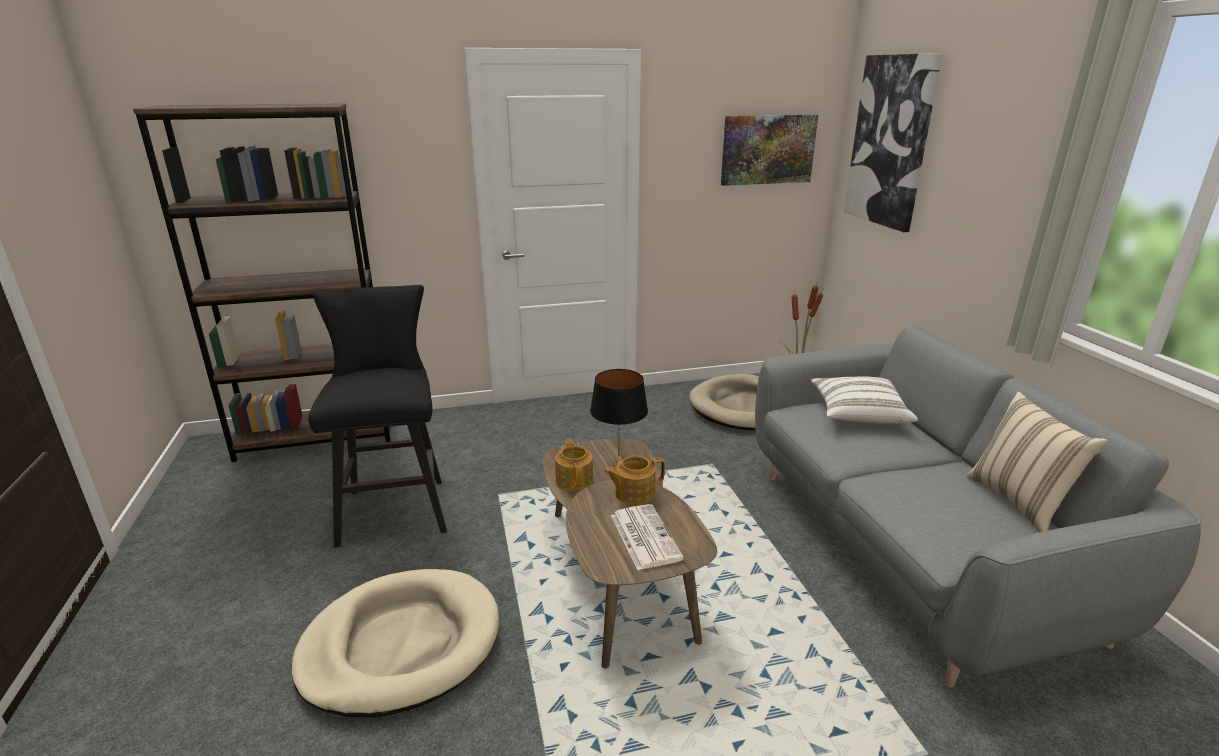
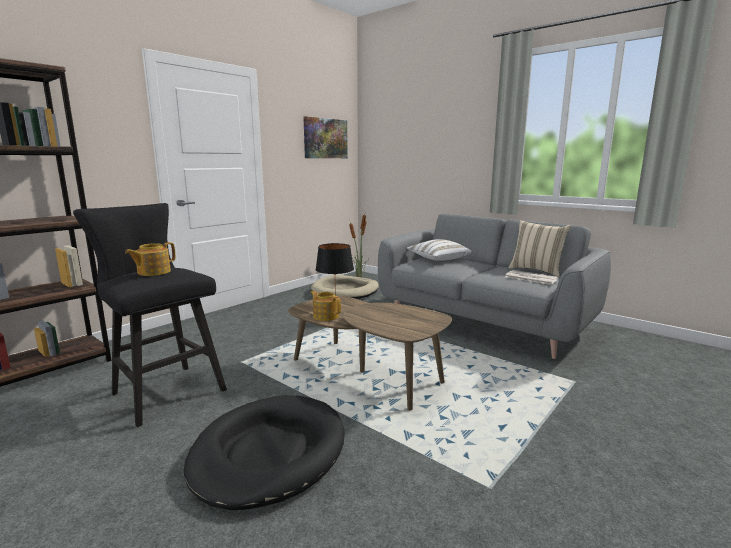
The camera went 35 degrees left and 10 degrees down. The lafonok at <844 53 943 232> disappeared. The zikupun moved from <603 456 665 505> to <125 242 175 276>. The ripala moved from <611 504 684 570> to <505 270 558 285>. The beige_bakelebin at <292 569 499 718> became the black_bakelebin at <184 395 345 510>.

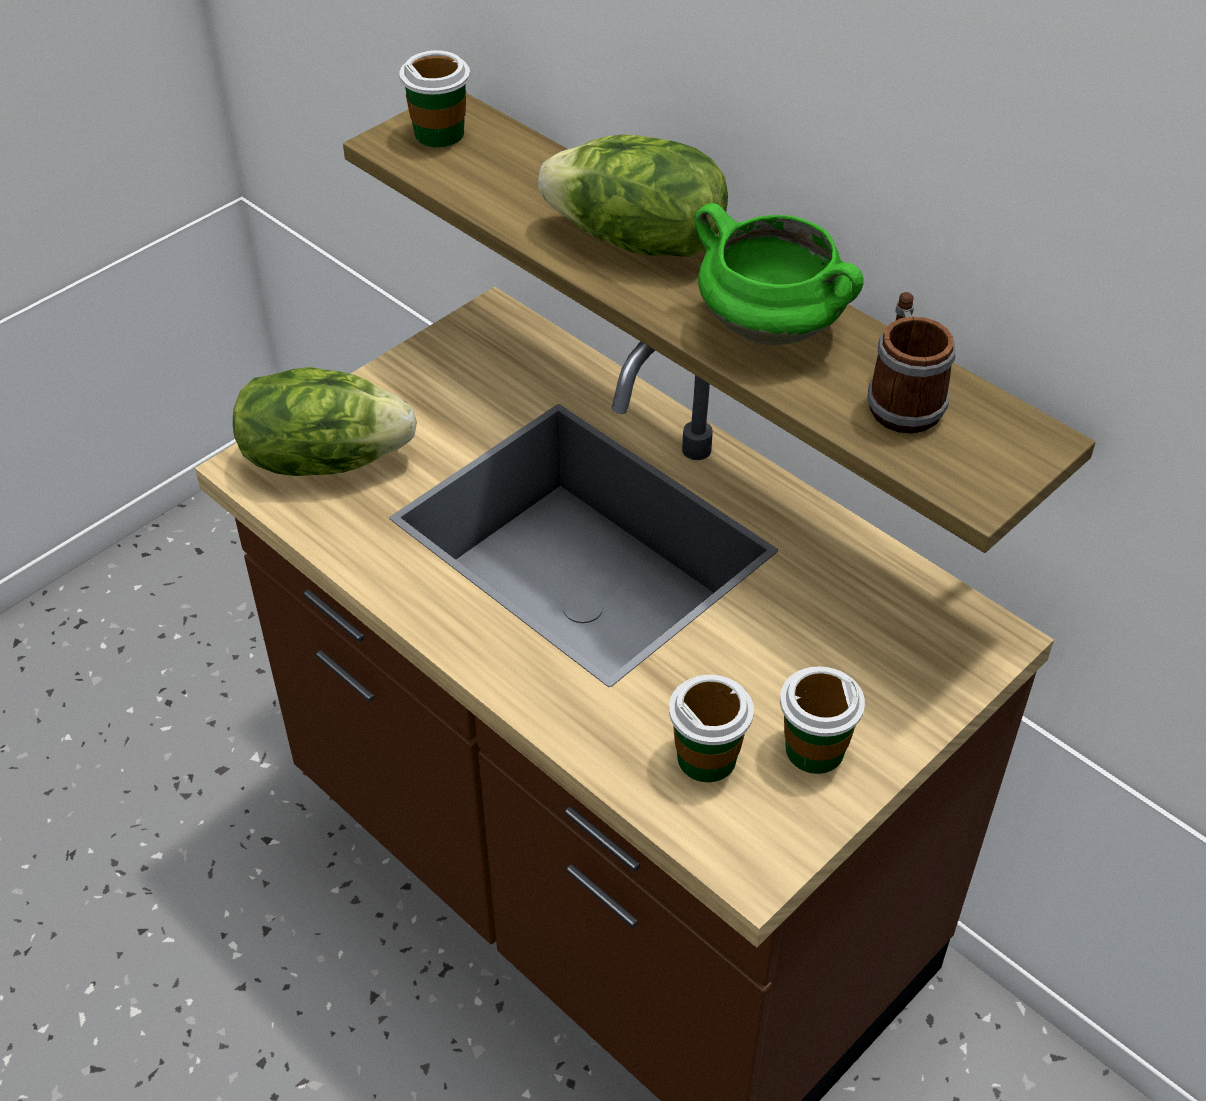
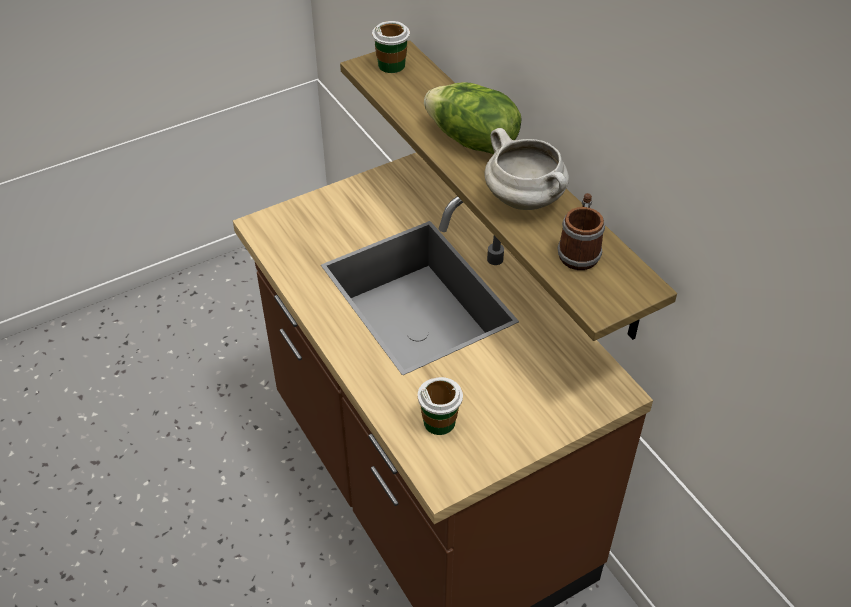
The camera went 15 degrees right and 0 degrees up. The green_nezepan at <695 203 864 345> became the white_nezepan at <485 128 569 210>. The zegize at <233 367 417 476> disappeared. The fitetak at <780 666 865 774> disappeared.

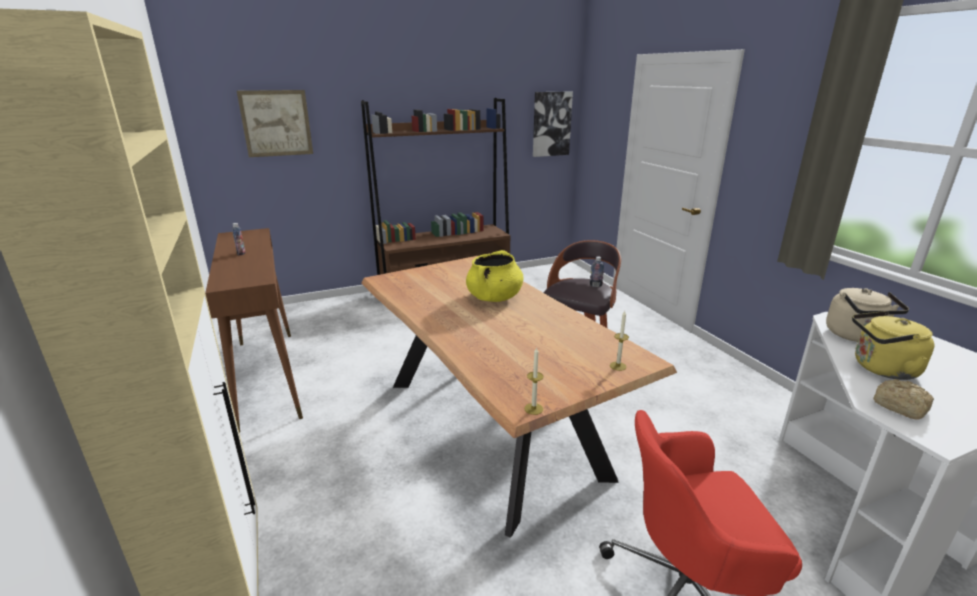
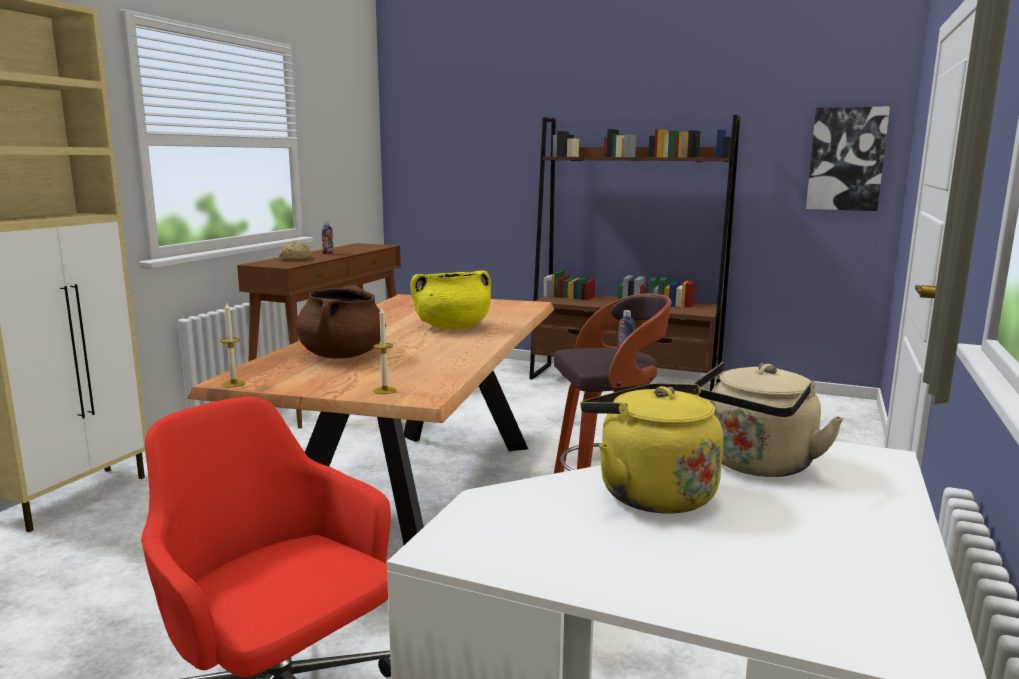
The camera went 45 degrees right and 10 degrees down. The lafonok at <237 90 313 157> disappeared. The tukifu moved from <873 379 934 419> to <279 242 312 260>. The brown_nezepan at <295 285 386 359> appeared.

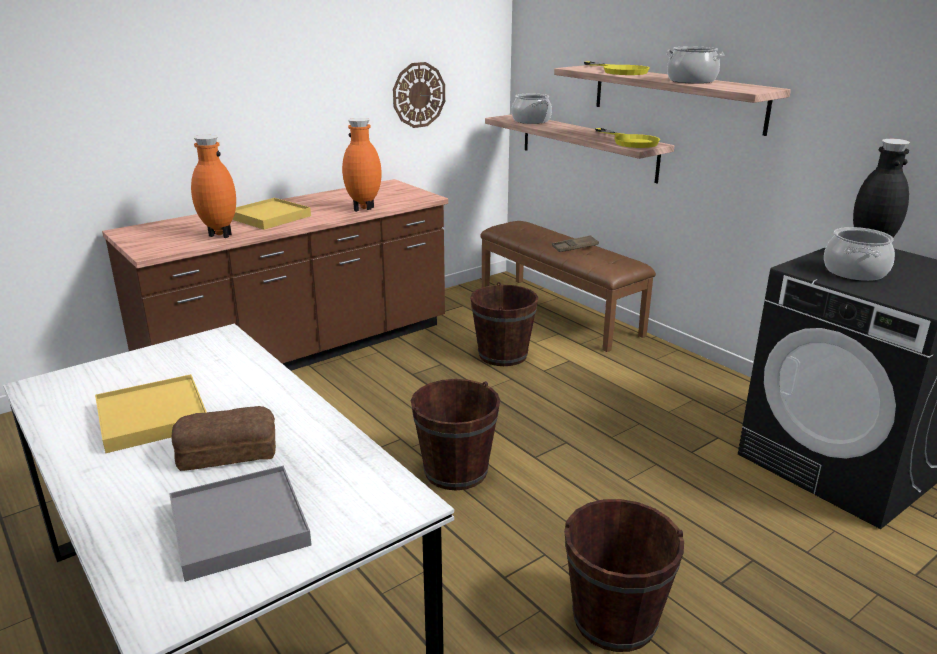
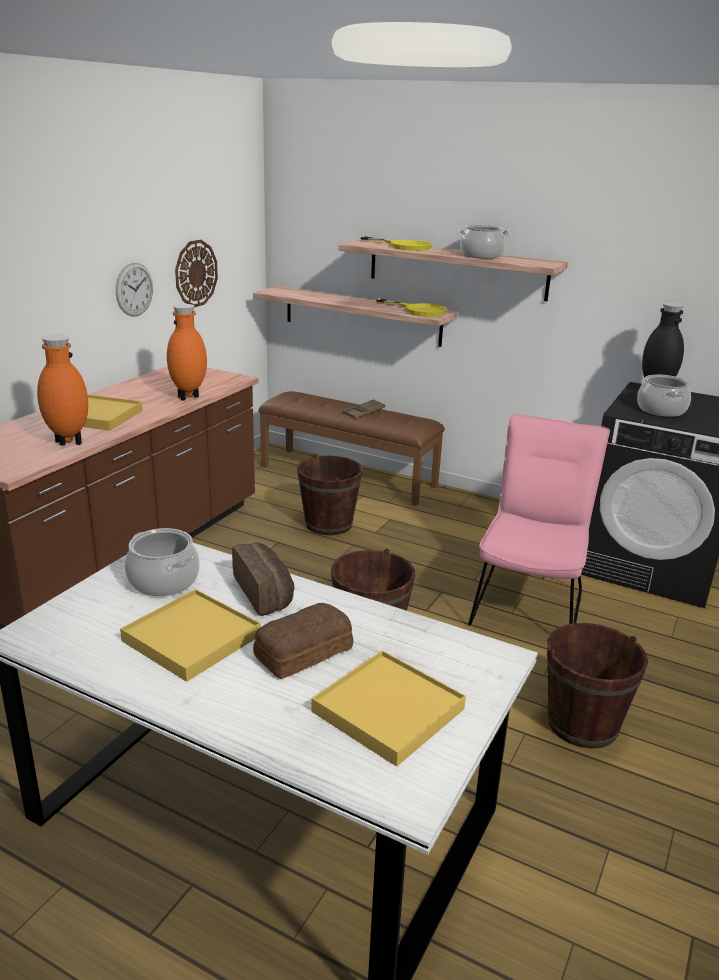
The camera went 25 degrees left and 0 degrees up. The nezepan moved from <512 94 552 124> to <125 528 200 596>. The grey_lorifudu at <169 466 312 582> became the yellow_lorifudu at <312 650 466 767>. The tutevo at <116 263 153 317> appeared. The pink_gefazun at <468 414 610 626> appeared. The tukifu at <232 542 294 616> appeared.

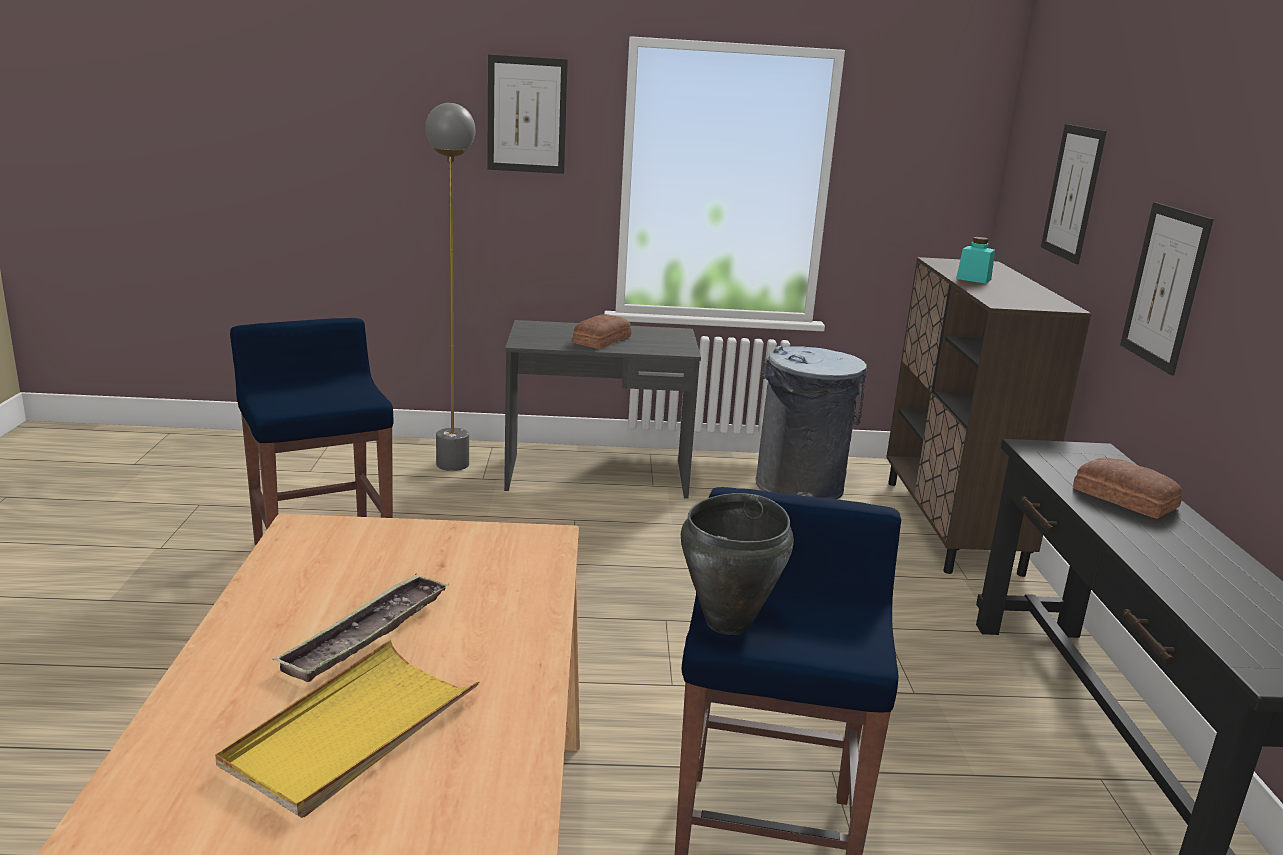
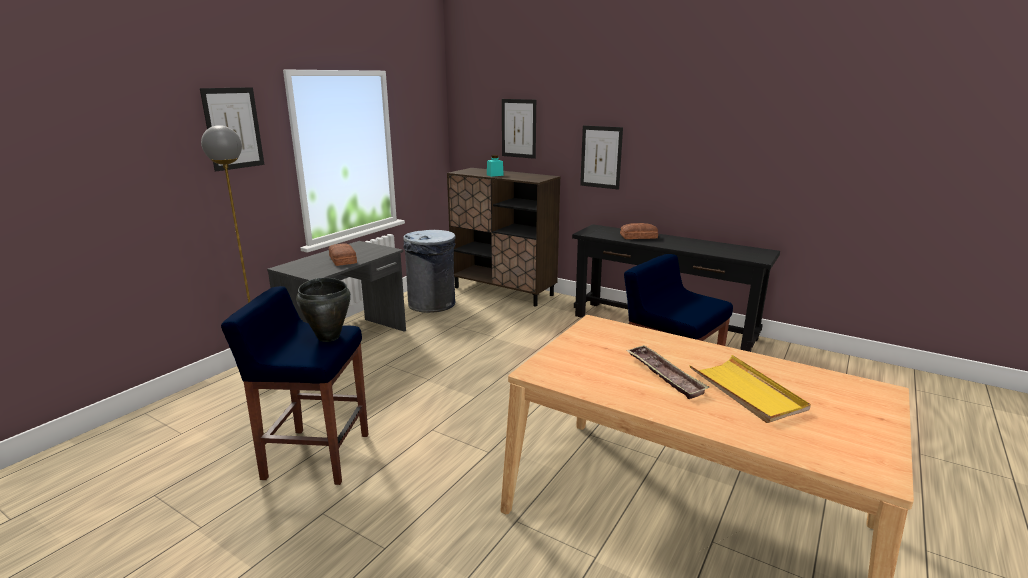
The camera went 55 degrees left and 0 degrees up. The black_nezepan moved from <681 493 794 635> to <296 278 351 342>.

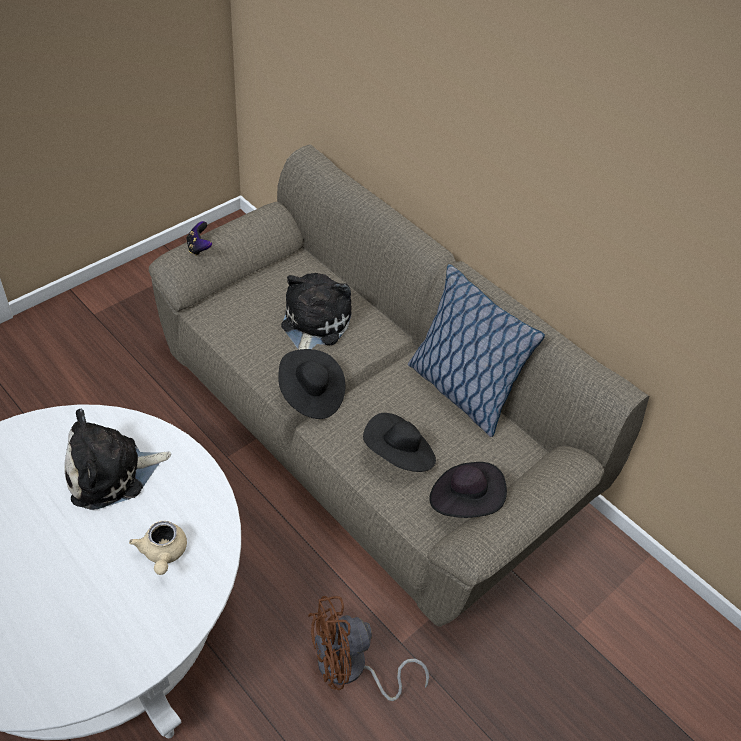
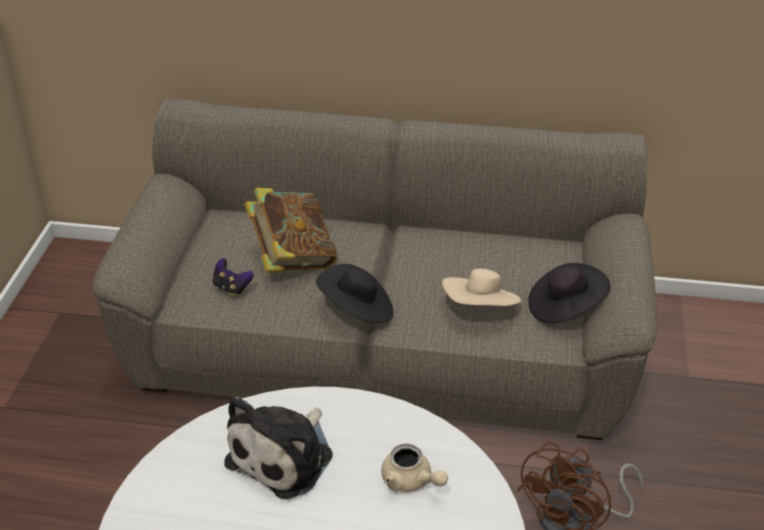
The camera went 35 degrees left and 10 degrees down. The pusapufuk moved from <186 221 212 256> to <213 258 254 296>. The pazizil at <408 264 545 437> disappeared. The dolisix at <281 273 352 350> was replaced by the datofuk at <245 188 337 273>. The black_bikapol at <363 413 436 472> became the beige_bikapol at <442 269 521 306>.

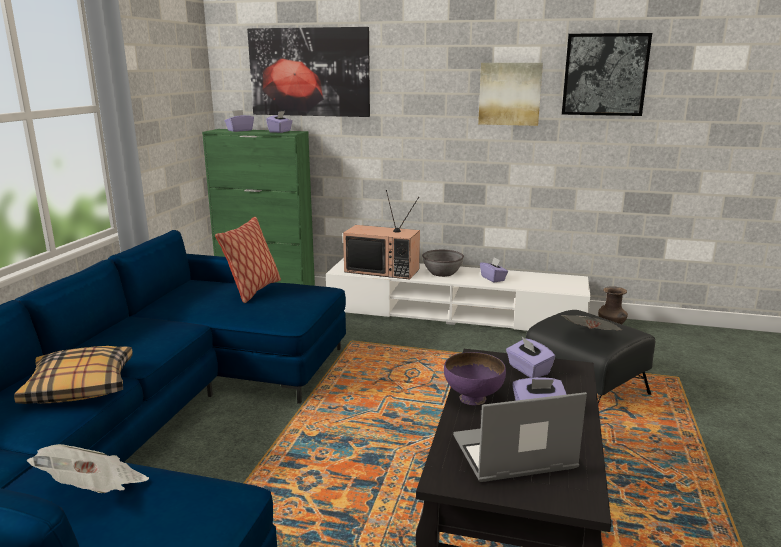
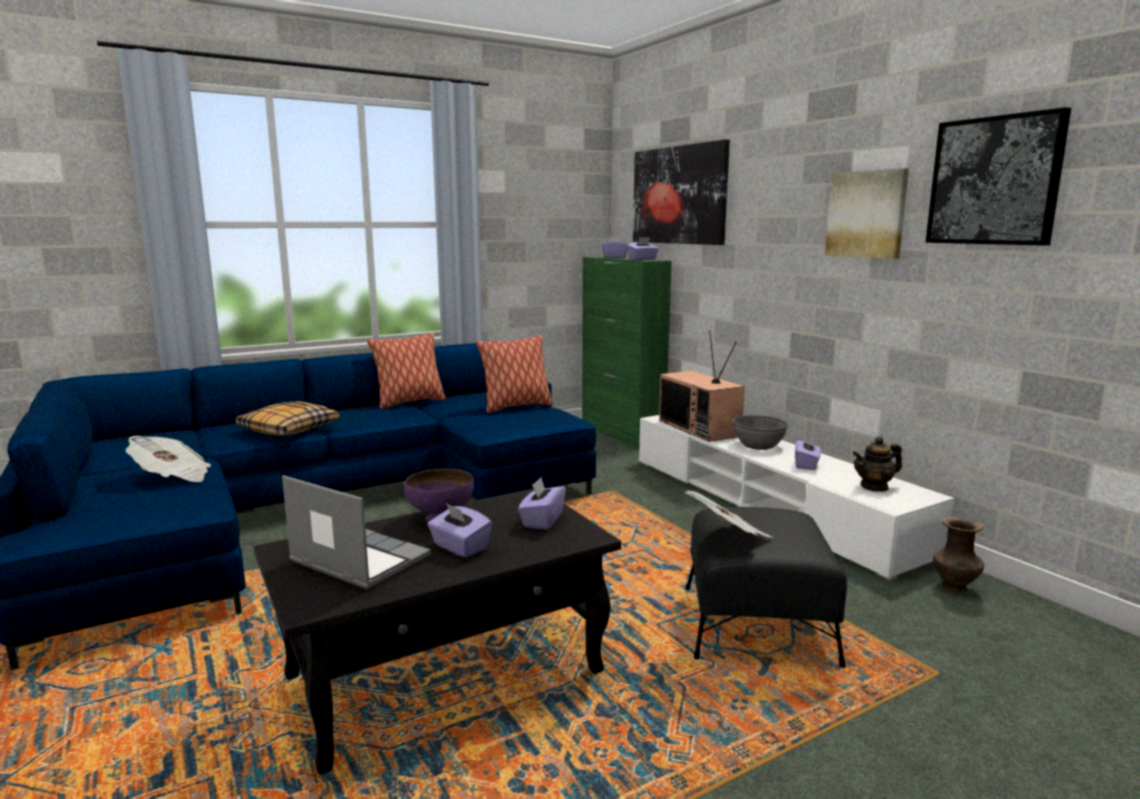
The camera went 45 degrees right and 5 degrees down. The pazizil at <367 333 446 409> appeared. The zikupun at <852 436 902 492> appeared.

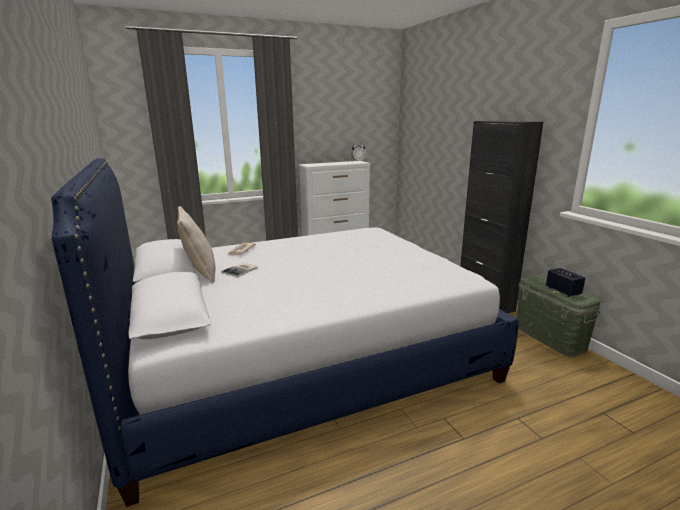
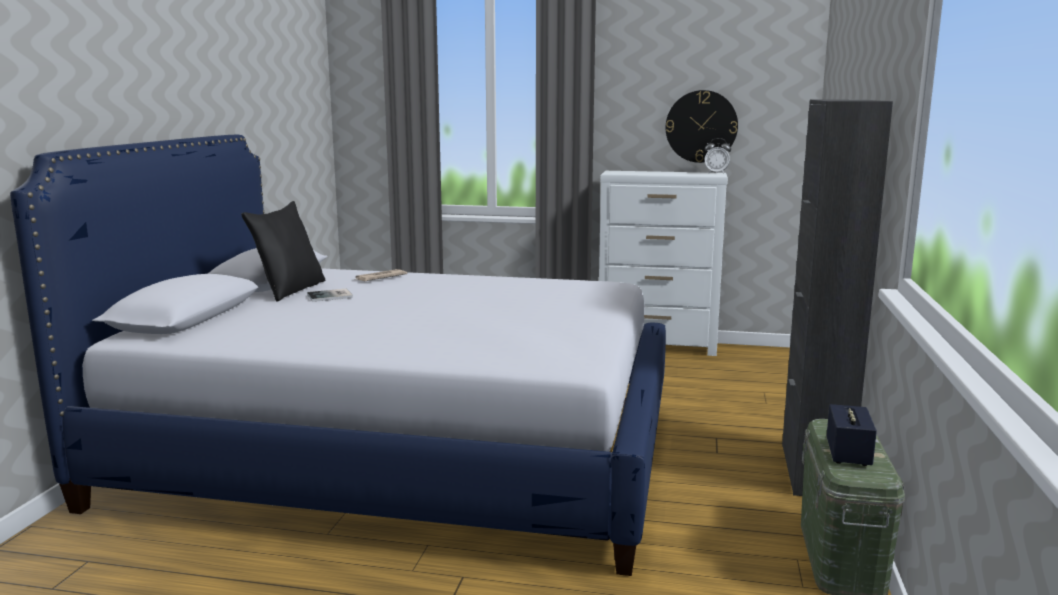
The camera went 35 degrees right and 5 degrees down. The beige_pazizil at <177 206 215 283> became the black_pazizil at <241 201 325 301>. The tutevo at <666 90 738 163> appeared.

